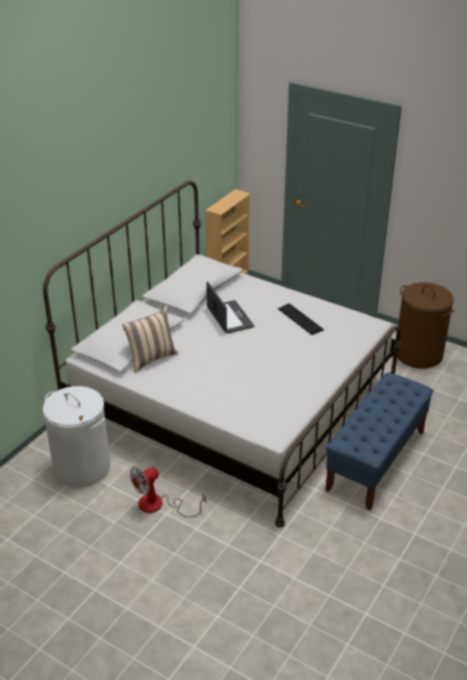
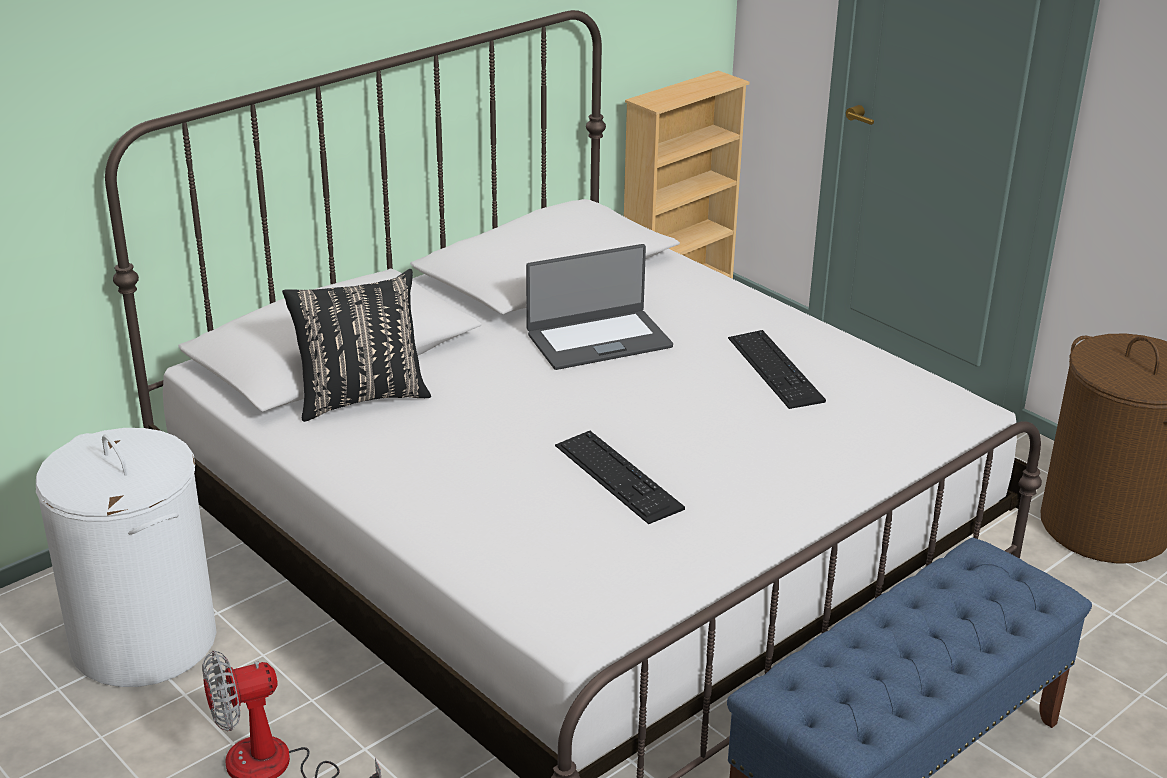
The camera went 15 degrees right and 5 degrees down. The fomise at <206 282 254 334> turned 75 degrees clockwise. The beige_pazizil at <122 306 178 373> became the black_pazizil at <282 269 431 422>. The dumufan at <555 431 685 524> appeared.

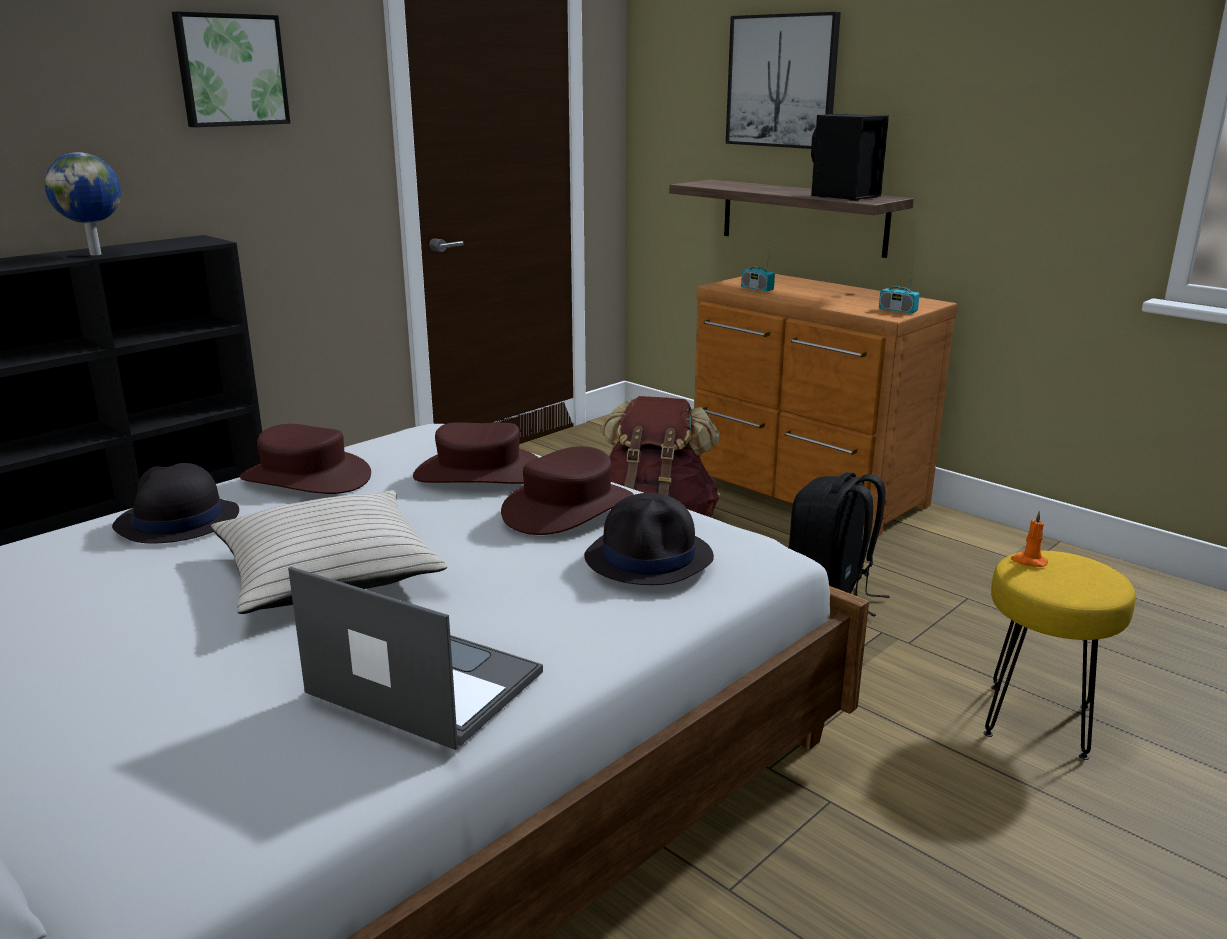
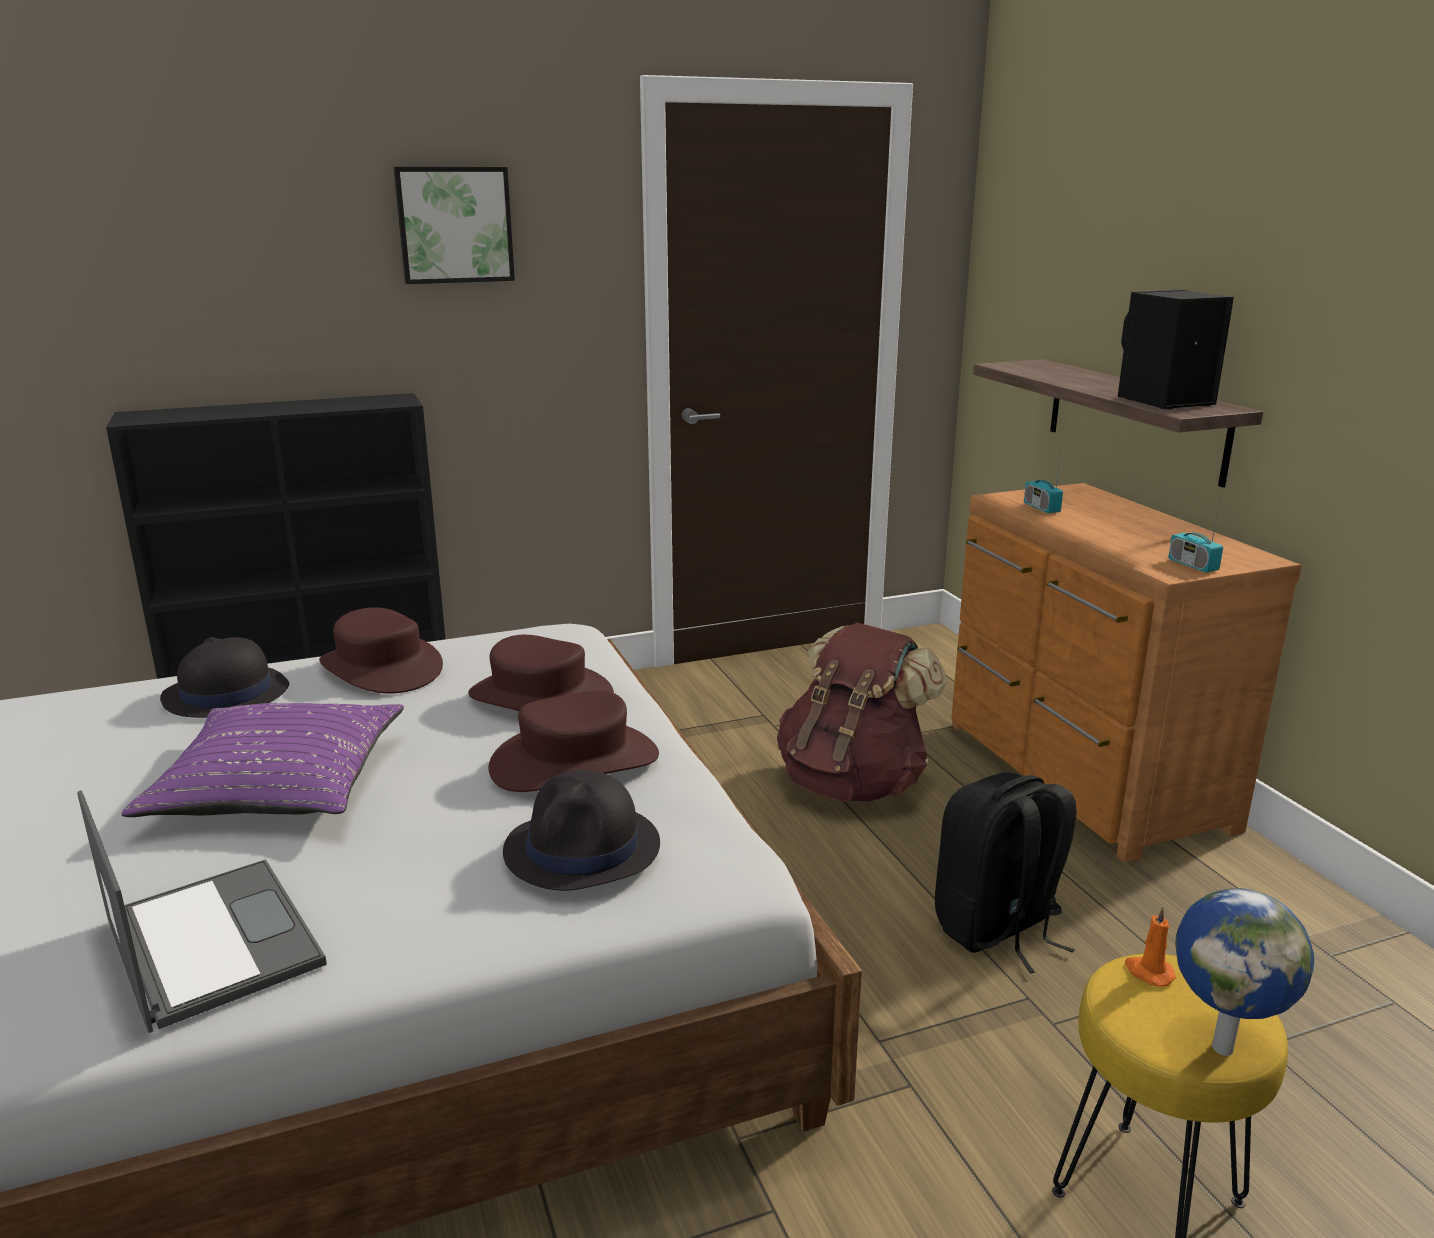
The camera went 25 degrees right and 0 degrees up. The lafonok at <726 12 841 149> disappeared. The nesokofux moved from <45 153 121 255> to <1175 888 1314 1056>. The beige_pazizil at <211 490 447 614> became the purple_pazizil at <122 703 404 817>.

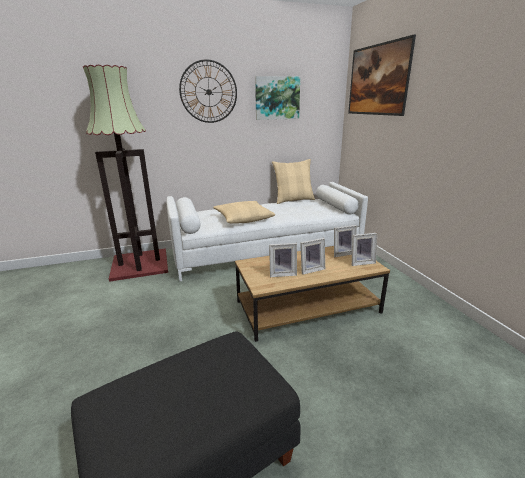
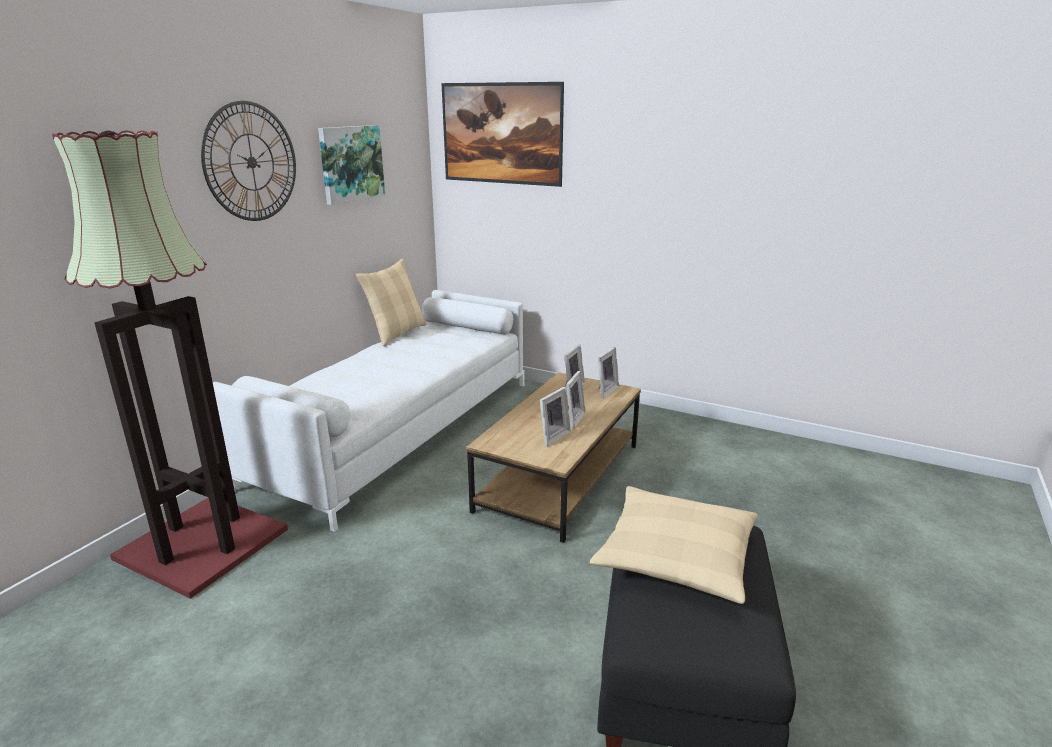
The camera went 45 degrees left and 0 degrees up. The beige_pazizil moved from <213 201 275 224> to <590 486 758 604>.

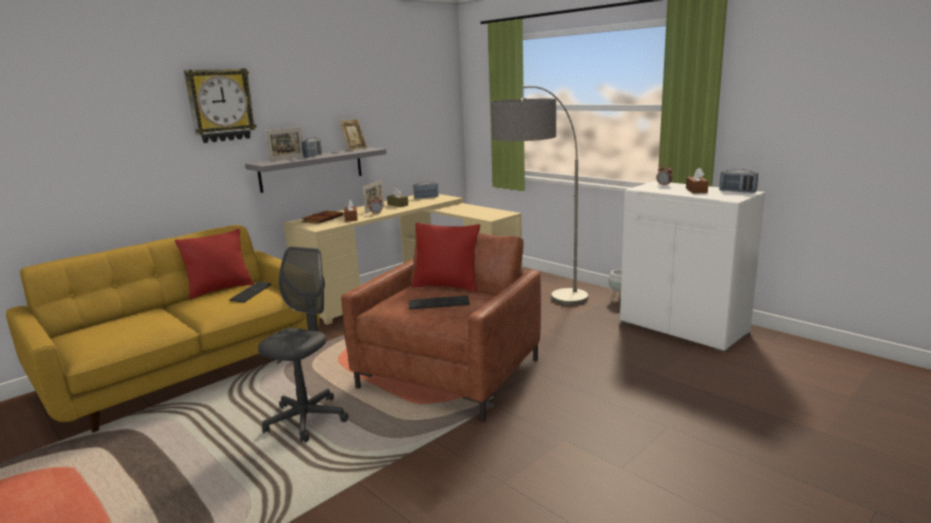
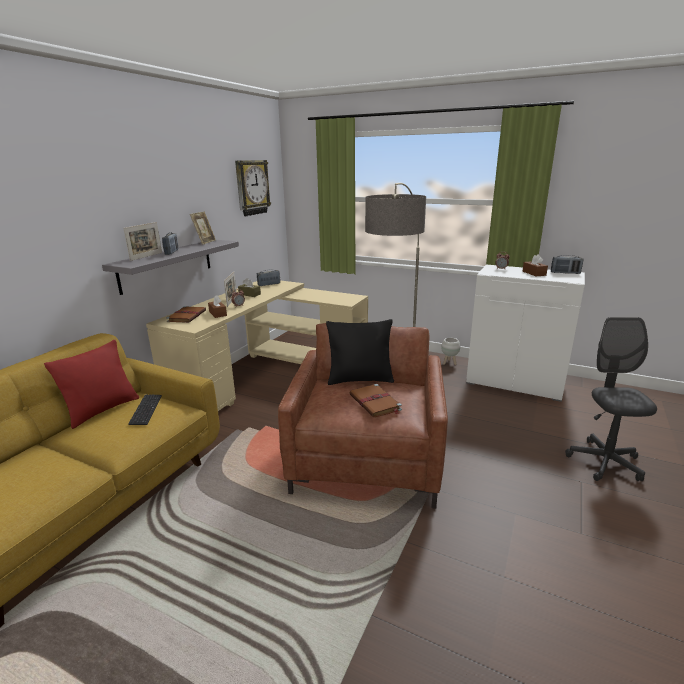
The camera went 20 degrees left and 5 degrees up. The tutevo moved from <184 68 257 143> to <235 160 271 216>. The red_pazizil at <412 222 480 291> became the black_pazizil at <326 319 394 385>. The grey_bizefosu moved from <258 246 349 443> to <565 317 657 481>. The dumufan at <409 295 470 310> was replaced by the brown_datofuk at <349 384 402 417>.

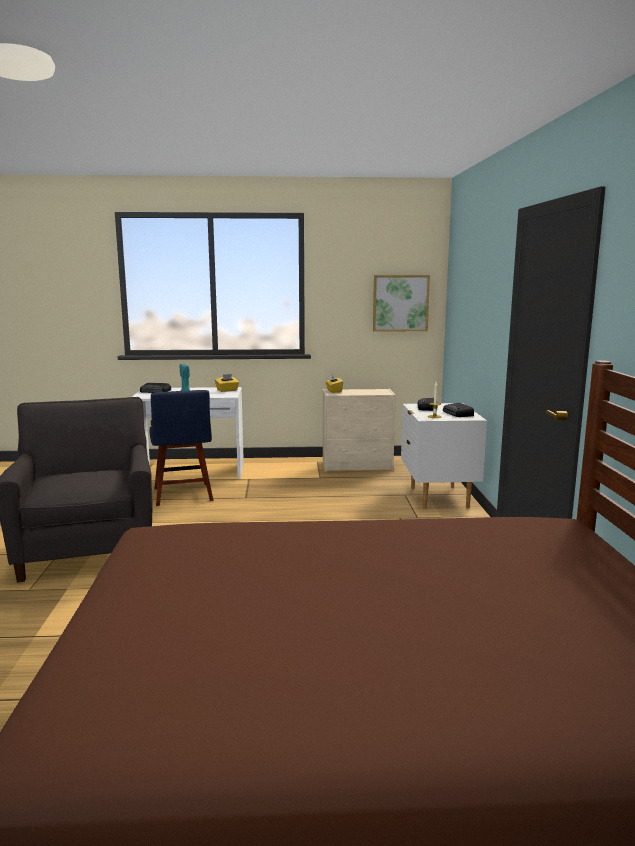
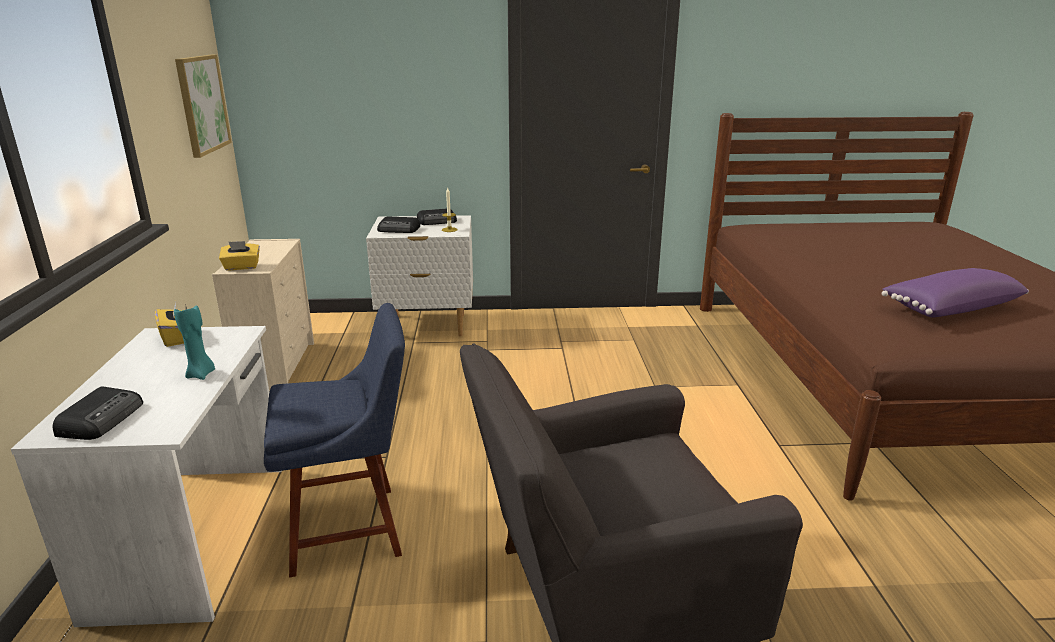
The camera went 90 degrees left and 10 degrees up. The purple_pazizil at <882 268 1029 317> appeared.

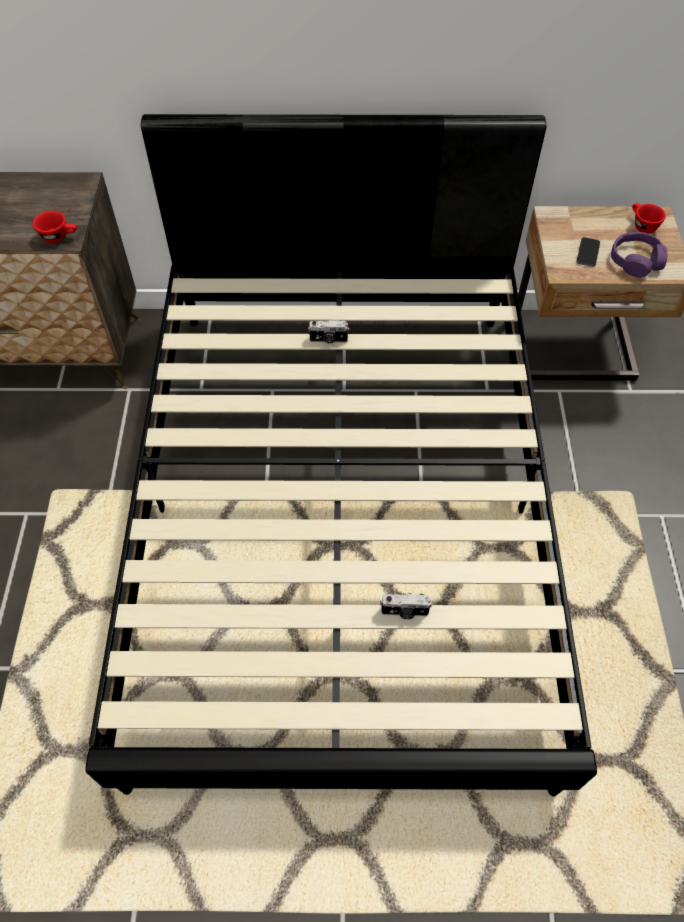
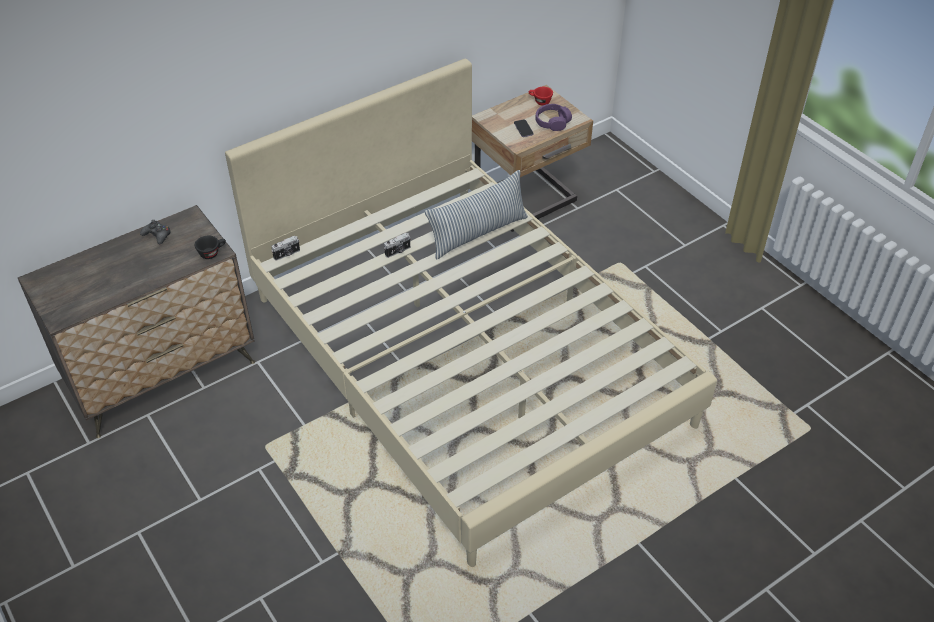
The camera went 35 degrees left and 10 degrees down. The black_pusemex at <85 114 597 796> became the beige_pusemex at <225 59 717 567>. The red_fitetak at <33 211 77 243> became the black_fitetak at <195 236 226 259>. The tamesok moved from <380 593 432 619> to <271 236 300 261>. The pazizil at <425 170 528 260> appeared. The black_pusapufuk at <140 220 171 244> appeared.

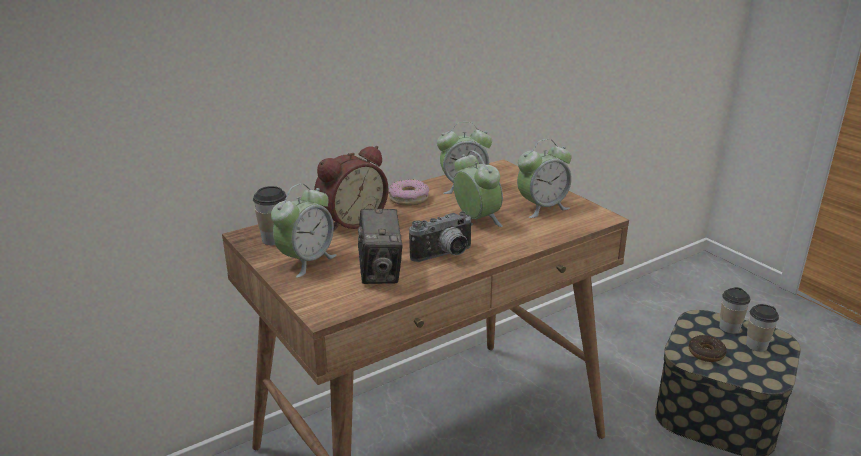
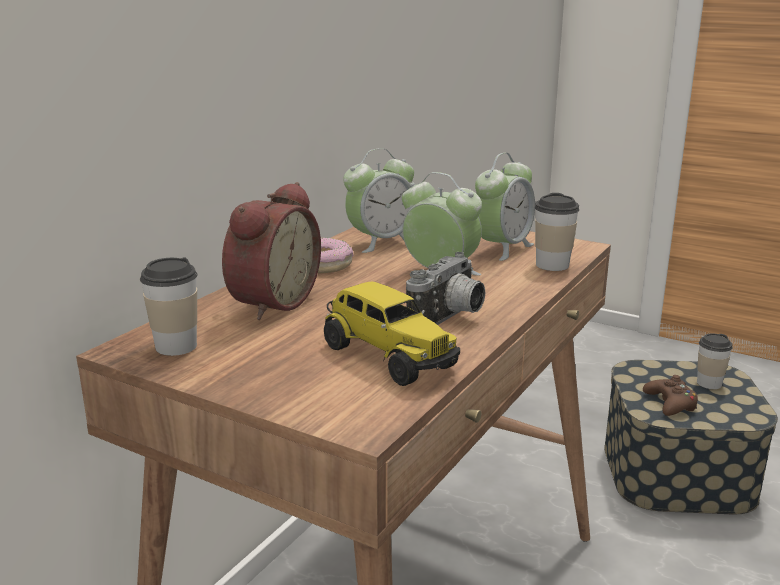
The camera went 25 degrees left and 5 degrees down. The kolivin at <271 183 337 278> disappeared. The tamesok at <358 209 403 284> was replaced by the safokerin at <324 282 460 386>. The fitetak moved from <719 287 751 334> to <535 193 579 271>. The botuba at <689 335 727 362> was replaced by the brown_pusapufuk at <643 375 698 416>.

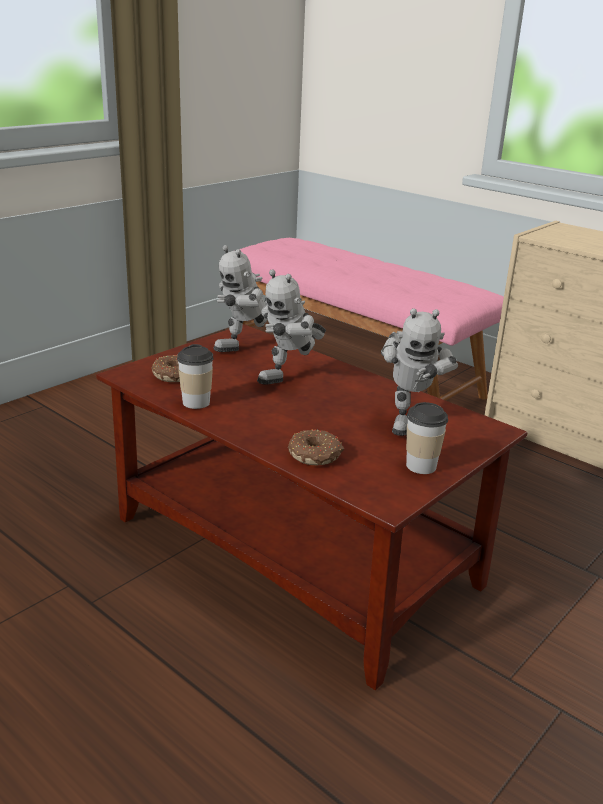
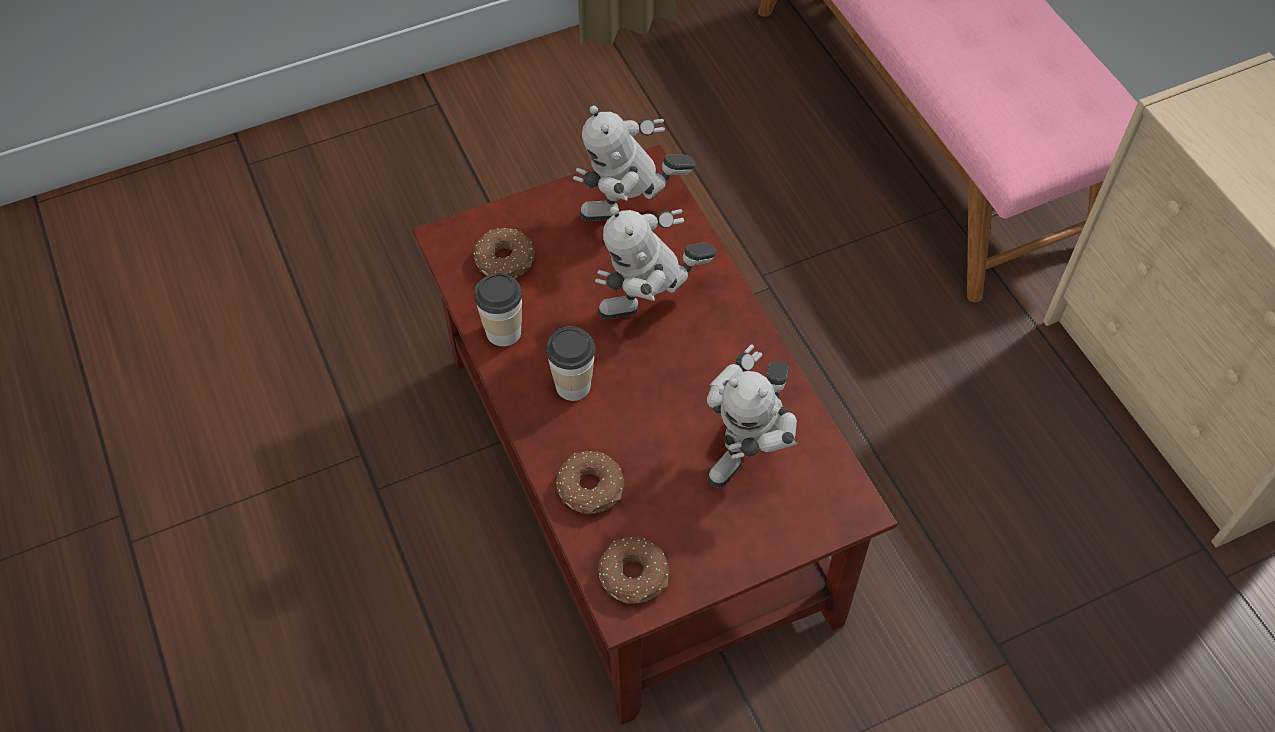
The camera went 25 degrees right and 30 degrees up. The fitetak moved from <406 402 448 474> to <546 326 595 401>. The botuba at <599 537 669 604> appeared.

